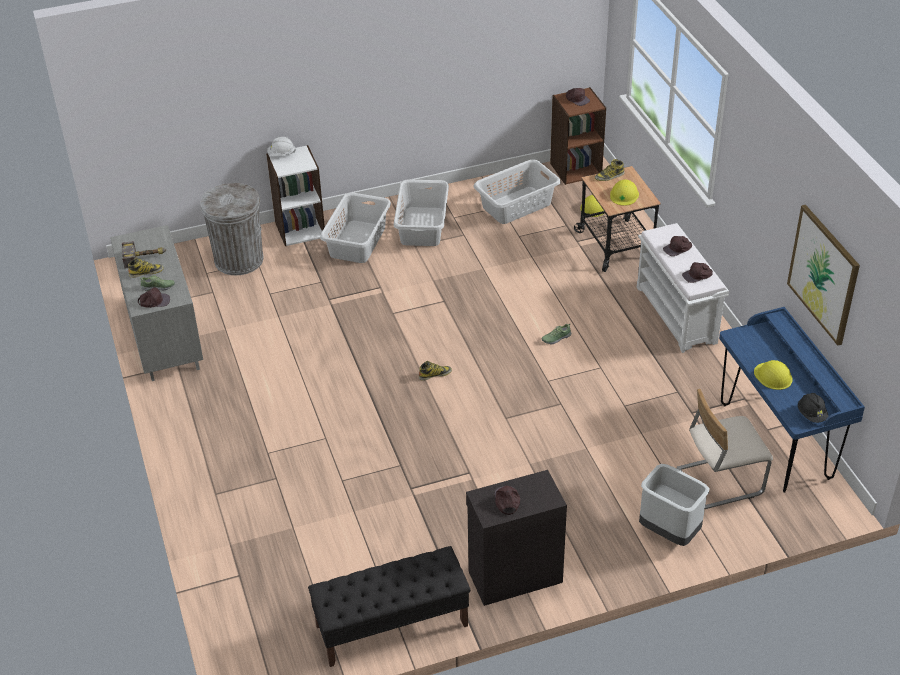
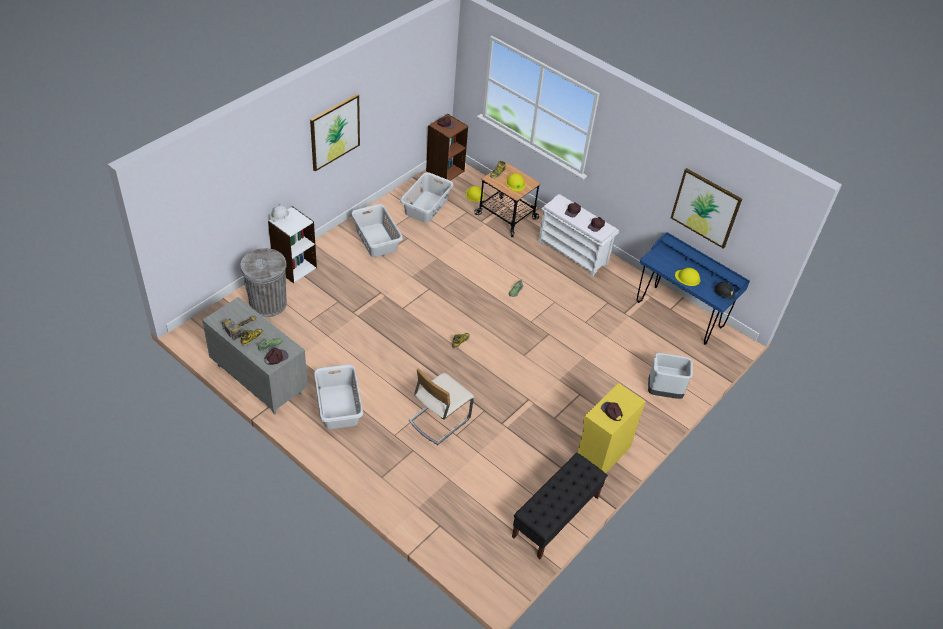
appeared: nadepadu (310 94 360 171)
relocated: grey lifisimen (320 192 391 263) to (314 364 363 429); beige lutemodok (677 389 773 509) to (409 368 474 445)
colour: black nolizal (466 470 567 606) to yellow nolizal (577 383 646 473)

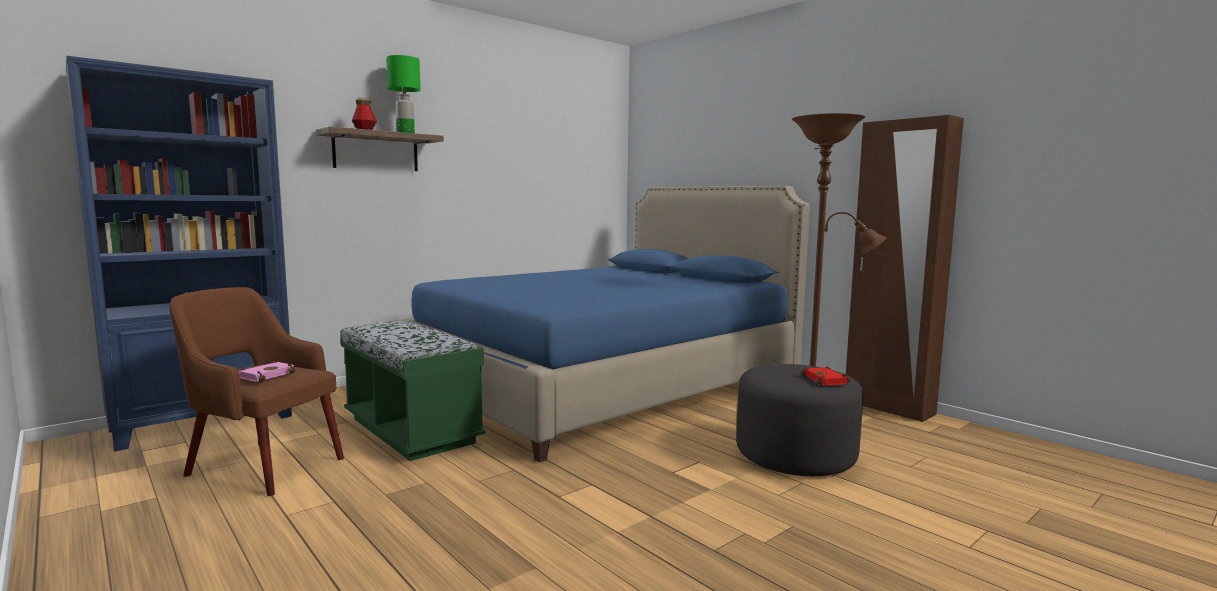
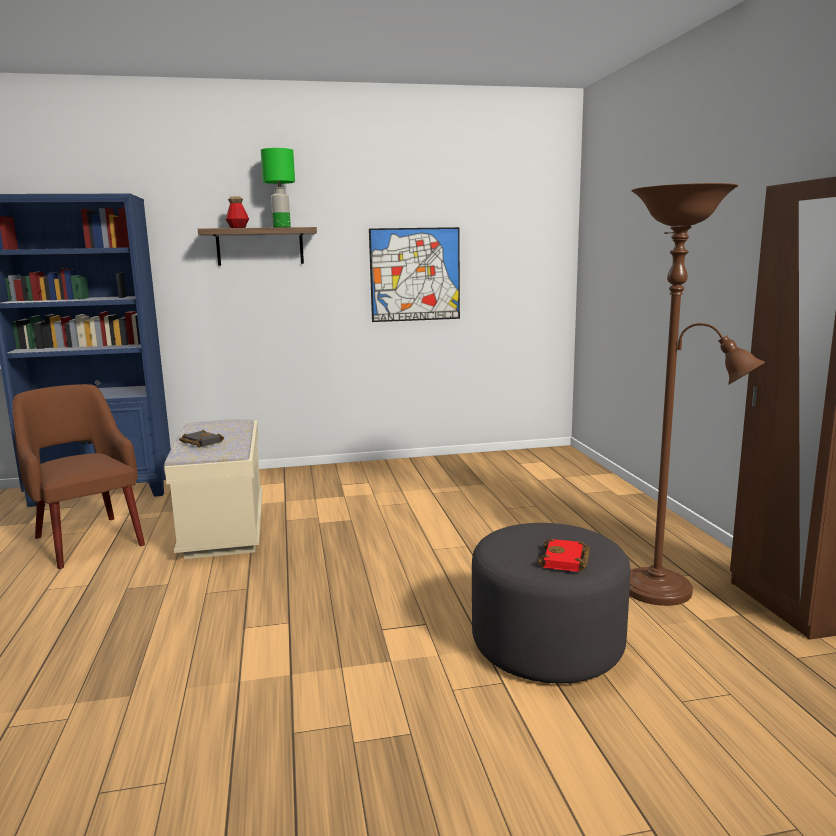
missing: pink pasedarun (238 361 296 382); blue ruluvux (400 186 810 462)
appeared: black pasedarun (179 430 224 447); nadepadu (369 227 460 322)
colour: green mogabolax (340 321 485 461) to beige mogabolax (164 419 263 559)

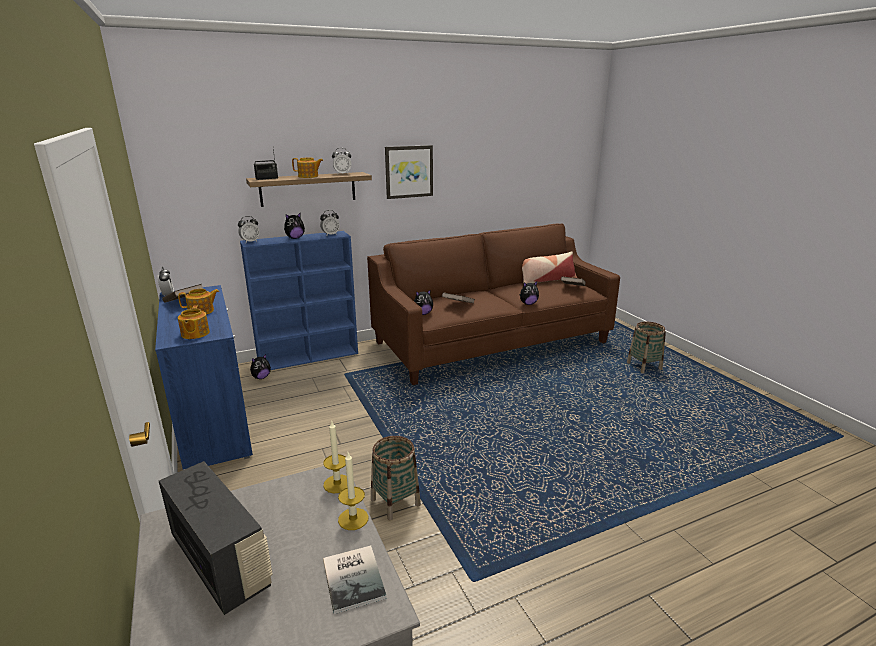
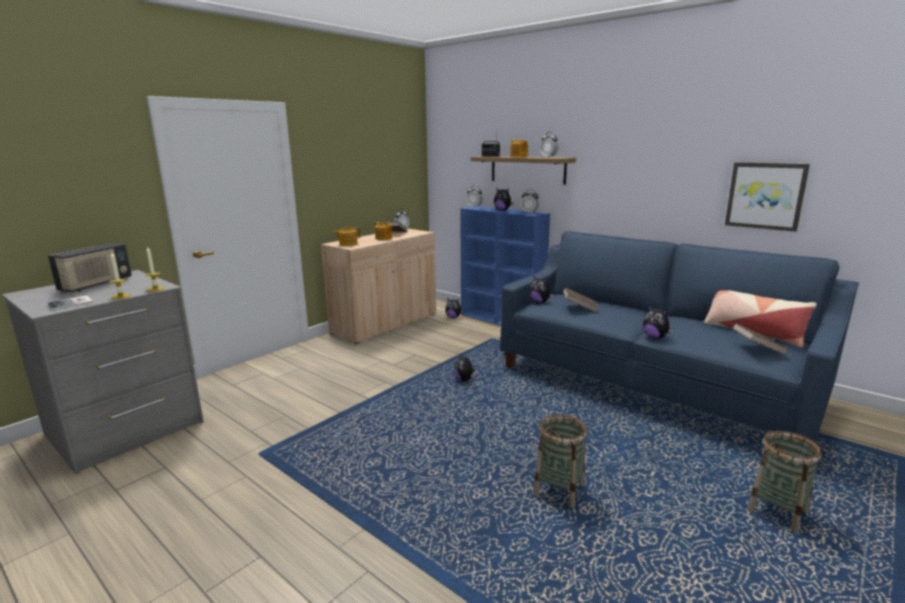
appeared: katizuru (454 353 475 382)
relocated: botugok (371 436 421 520) to (533 415 587 508); nadepadu (385 145 433 199) to (725 162 810 232)
colour: blue nolizal (155 285 253 470) to beige nolizal (321 229 436 344); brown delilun (367 224 620 385) to blue delilun (500 231 859 443)

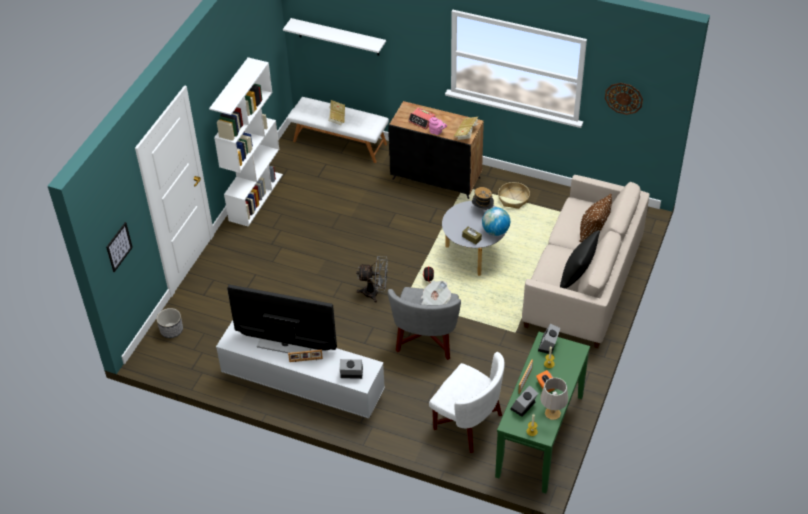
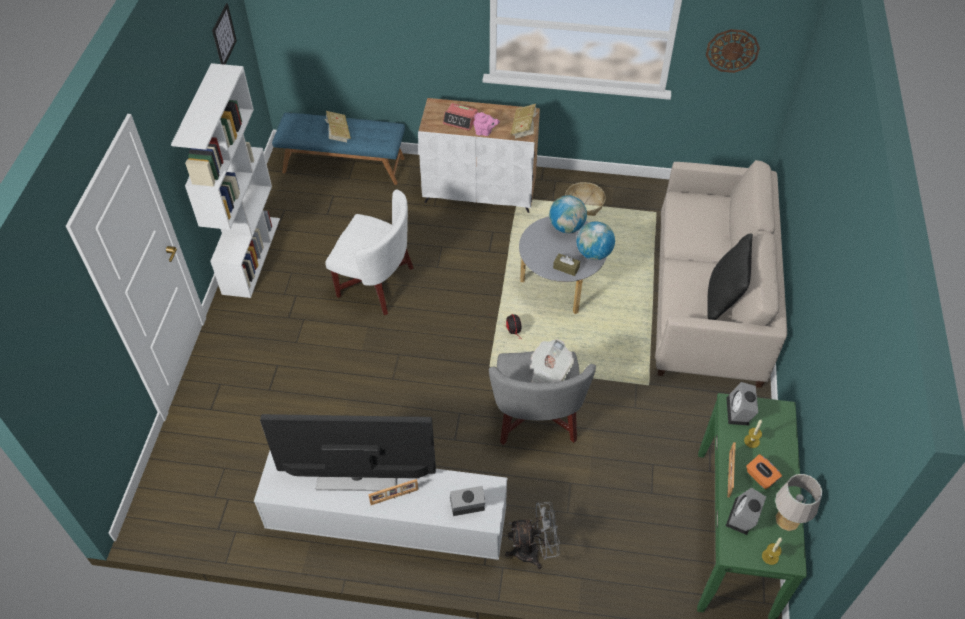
missing: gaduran (156 308 183 338); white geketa (283 18 386 56); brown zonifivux (579 194 612 243)
relocated: nadepadu (106 222 133 272) to (212 3 237 65); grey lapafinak (356 256 388 303) to (505 502 560 569); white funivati (429 352 505 453) to (325 189 414 315)
exchanged: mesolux (471 187 494 210) to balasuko (549 195 587 233)
colour: white mogabolax (288 97 389 163) to blue mogabolax (272 112 405 185); black nolizal (388 101 484 199) to white nolizal (418 98 540 213)

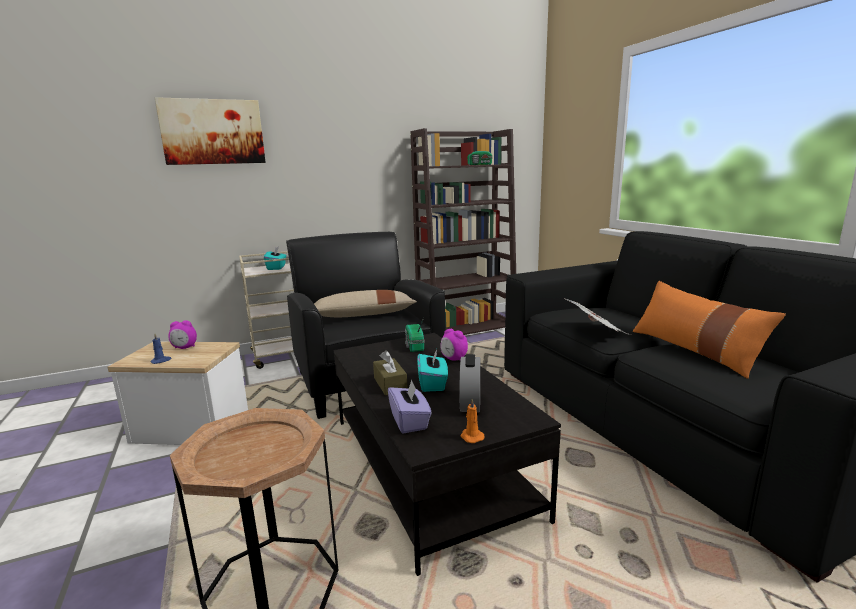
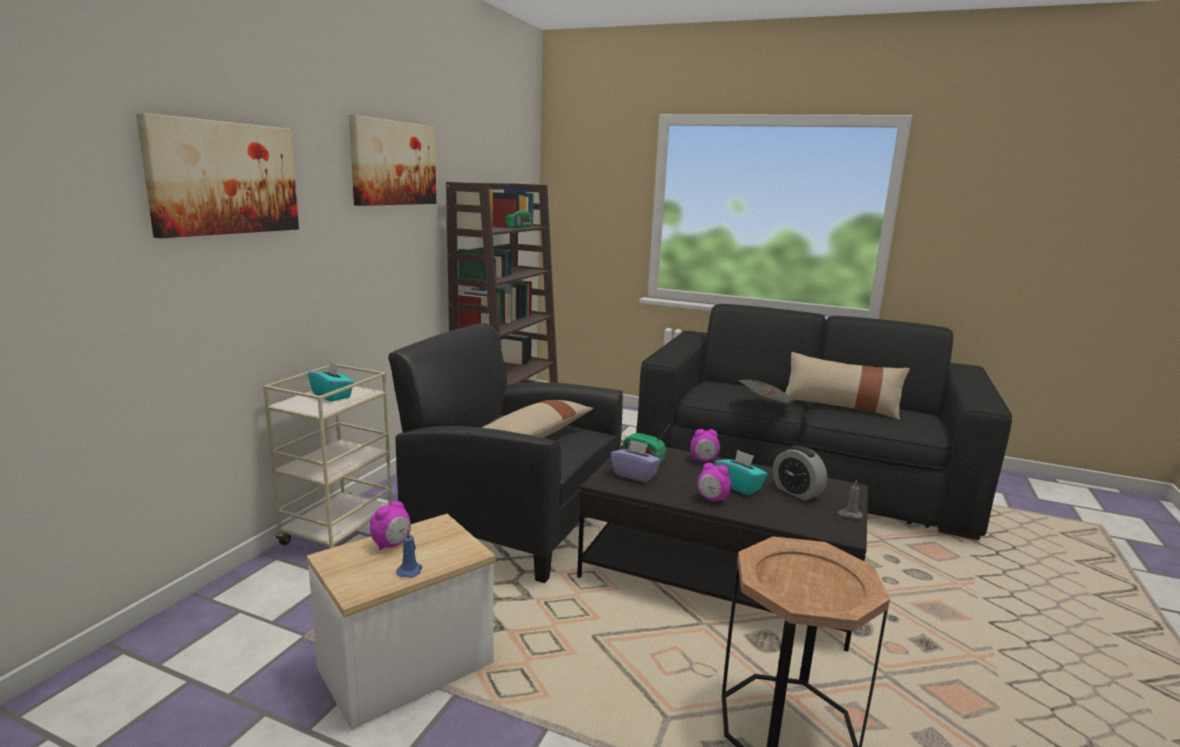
appeared: nadepadu (349 115 436 206)
relocated: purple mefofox (388 380 432 434) to (611 439 661 483)
exchanged: brown mefofox (373 350 407 396) to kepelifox (697 463 731 501)
colour: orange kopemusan (461 399 485 443) to grey kopemusan (837 480 863 519); orange zonifivux (633 281 786 379) to beige zonifivux (785 352 910 420)

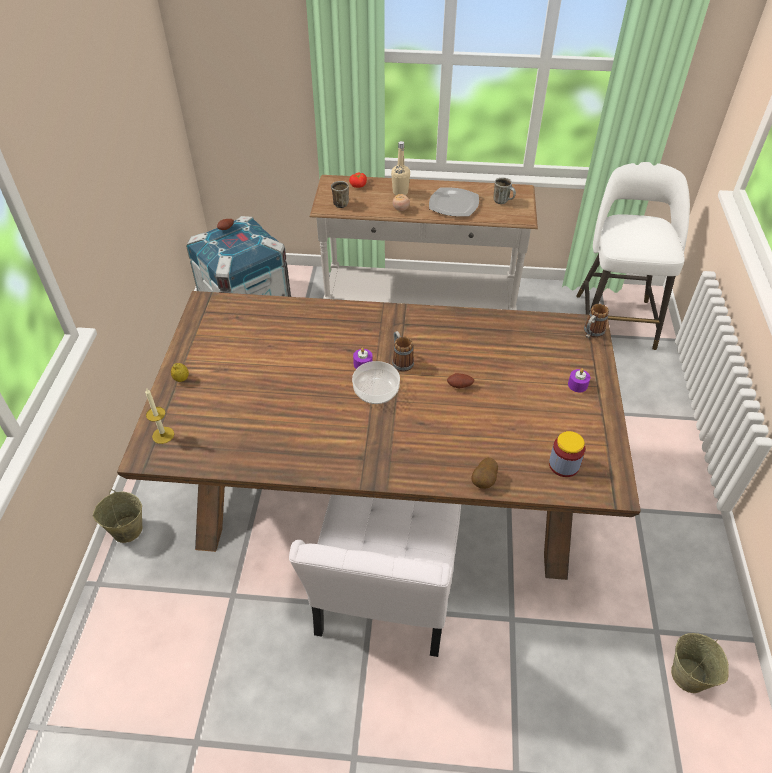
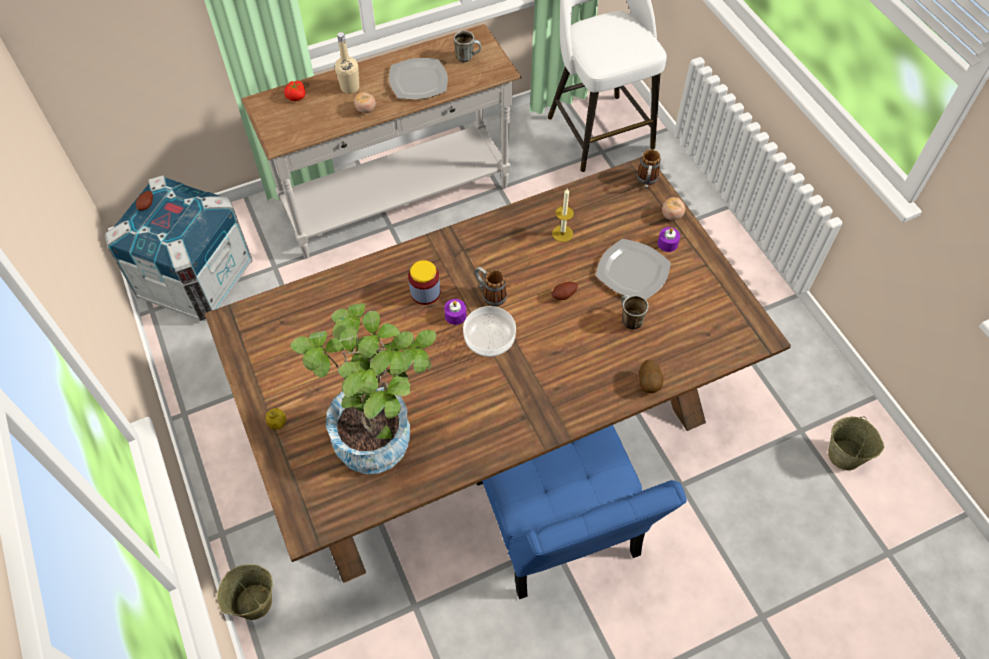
appeared: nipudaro (290 303 436 474); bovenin (595 239 671 300); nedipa (662 197 685 221)
relocated: kopemusan (145 388 174 444) to (552 189 574 242); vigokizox (331 181 349 208) to (621 295 649 330); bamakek (549 431 585 477) to (408 260 440 305)
colour: white lutemodok (289 494 461 657) to blue lutemodok (477 425 687 599)

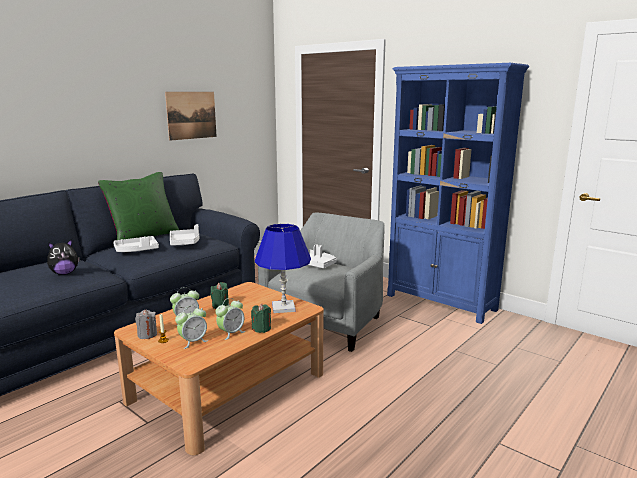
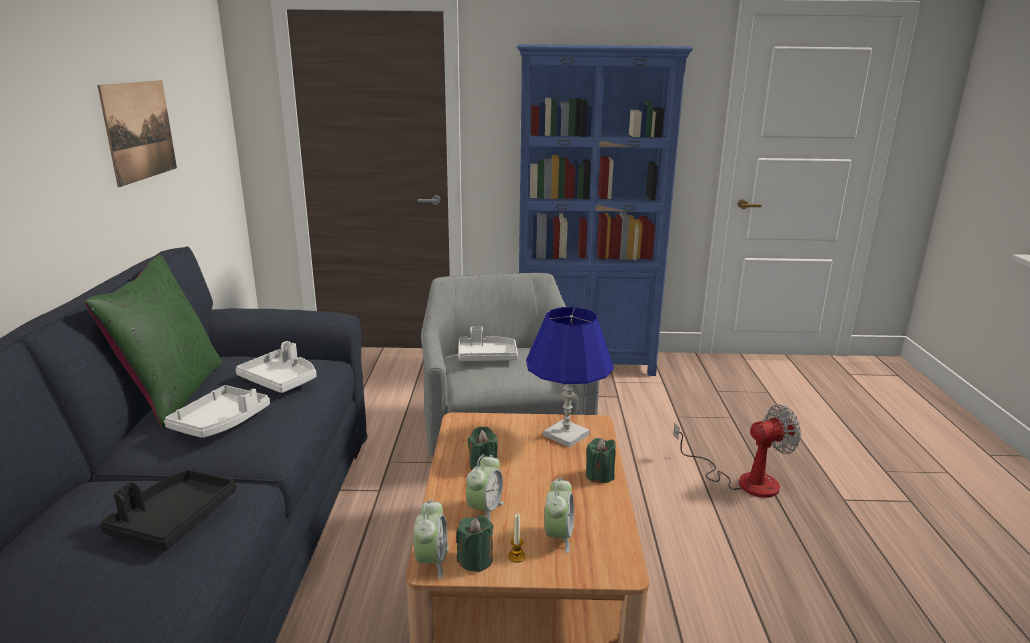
appeared: lapafinak (673 404 801 498)
relocated: kepelifox (216 298 246 340) to (414 500 449 579)
exchanged: katizuru (47 239 80 275) to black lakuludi (100 470 236 550)
colour: grey kopemusan (135 310 157 339) to green kopemusan (456 515 493 572)

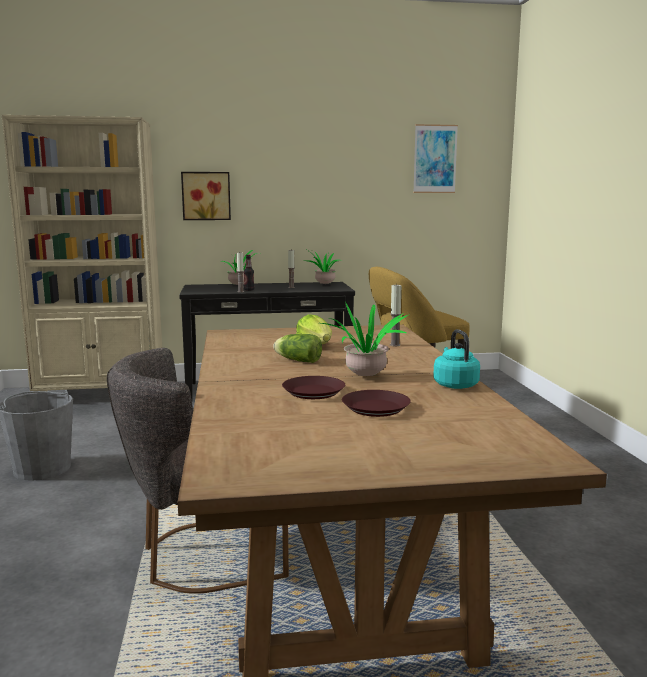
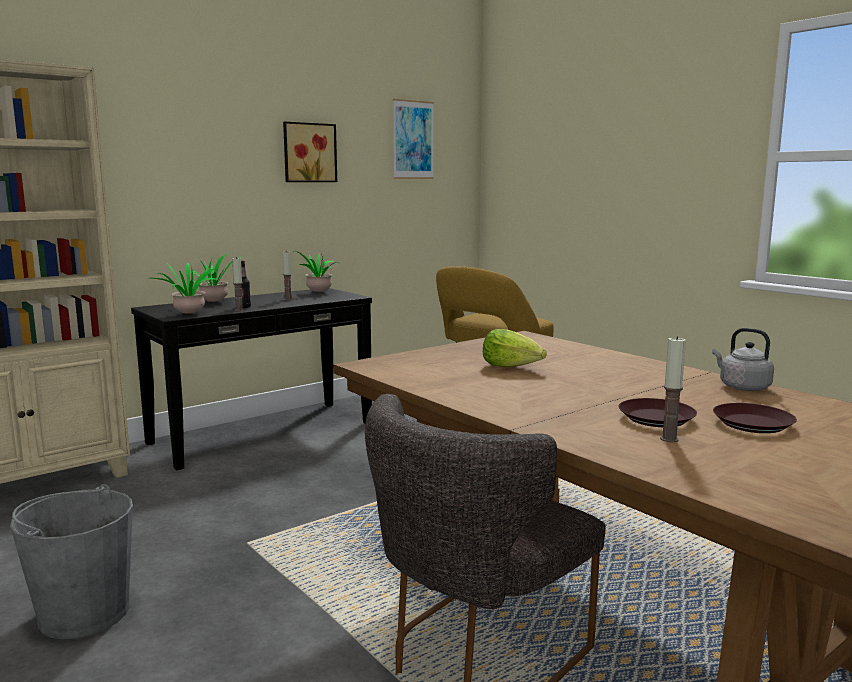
missing: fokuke (273 334 322 363)
relocated: nadepadu (181 172 231 220) to (283 121 337 182); nipudaro (321 302 410 376) to (152 262 217 313); kopemusan (390 283 401 346) to (660 336 686 442)
colour: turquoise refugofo (433 329 480 389) to grey refugofo (712 328 774 391)

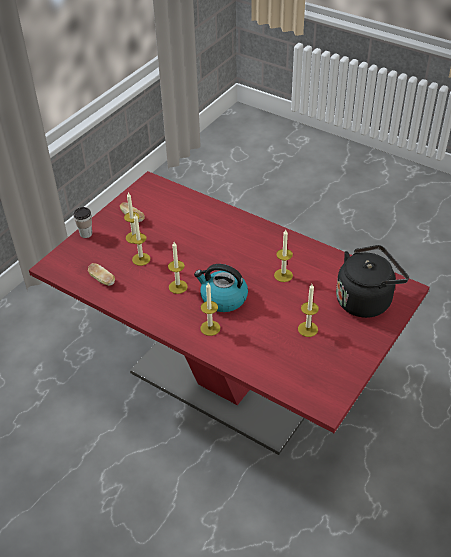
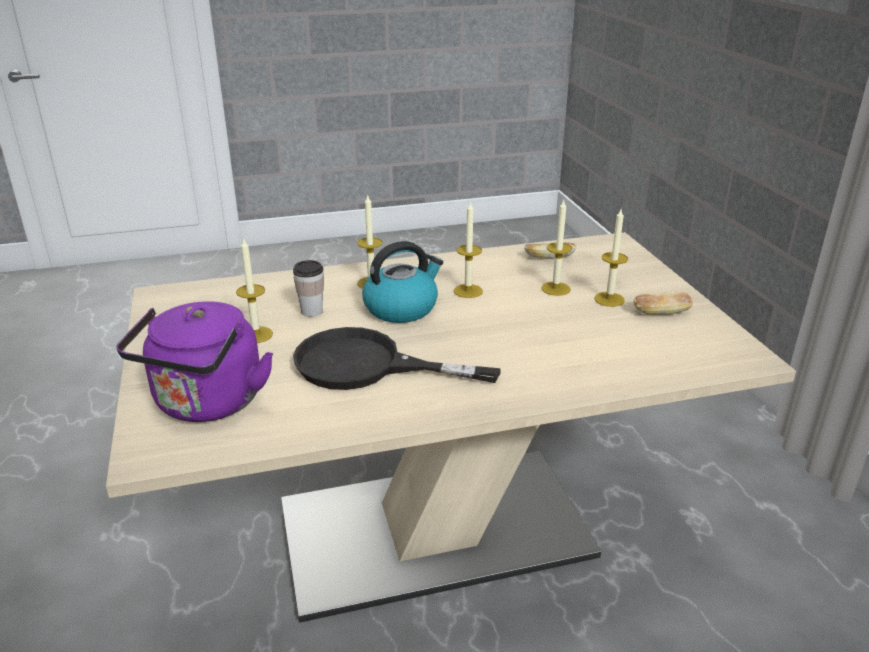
relocated: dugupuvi (73 207 92 238) to (293 260 324 317)
exchanged: kopemusan (274 230 293 282) to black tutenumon (293 327 501 390)
colour: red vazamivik (29 171 429 455) to beige vazamivik (106 232 796 623); black refugofo (336 245 409 318) to purple refugofo (116 301 273 422)

